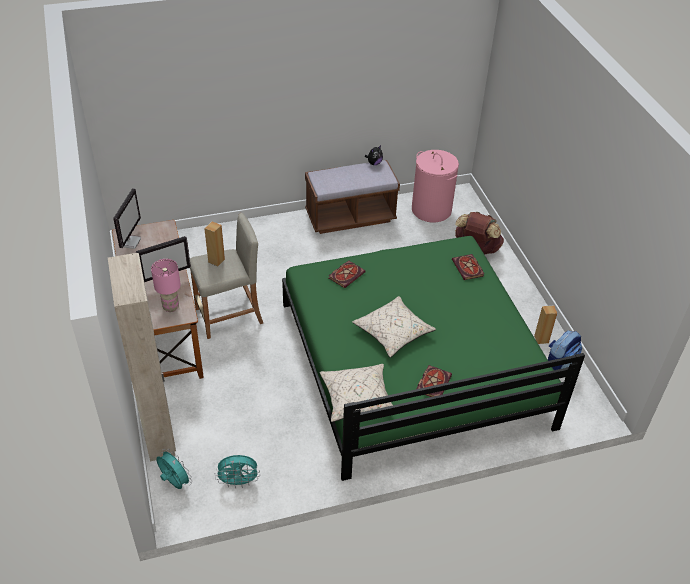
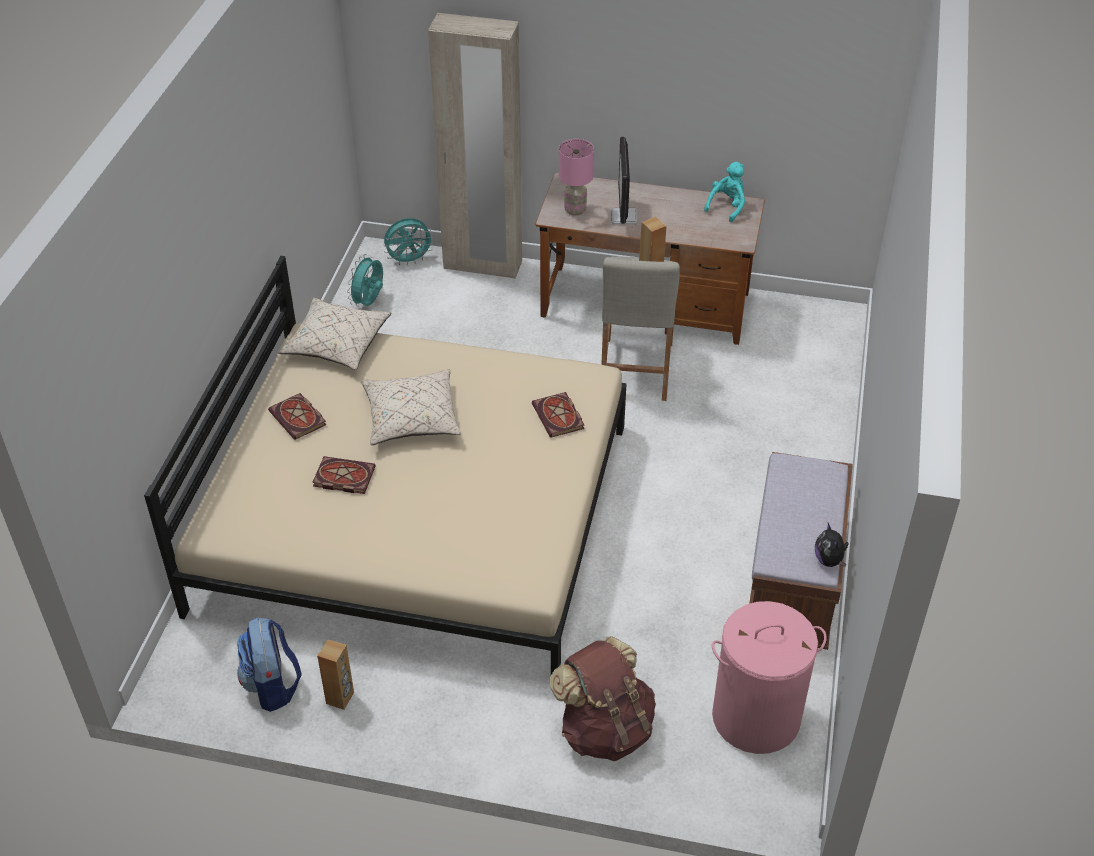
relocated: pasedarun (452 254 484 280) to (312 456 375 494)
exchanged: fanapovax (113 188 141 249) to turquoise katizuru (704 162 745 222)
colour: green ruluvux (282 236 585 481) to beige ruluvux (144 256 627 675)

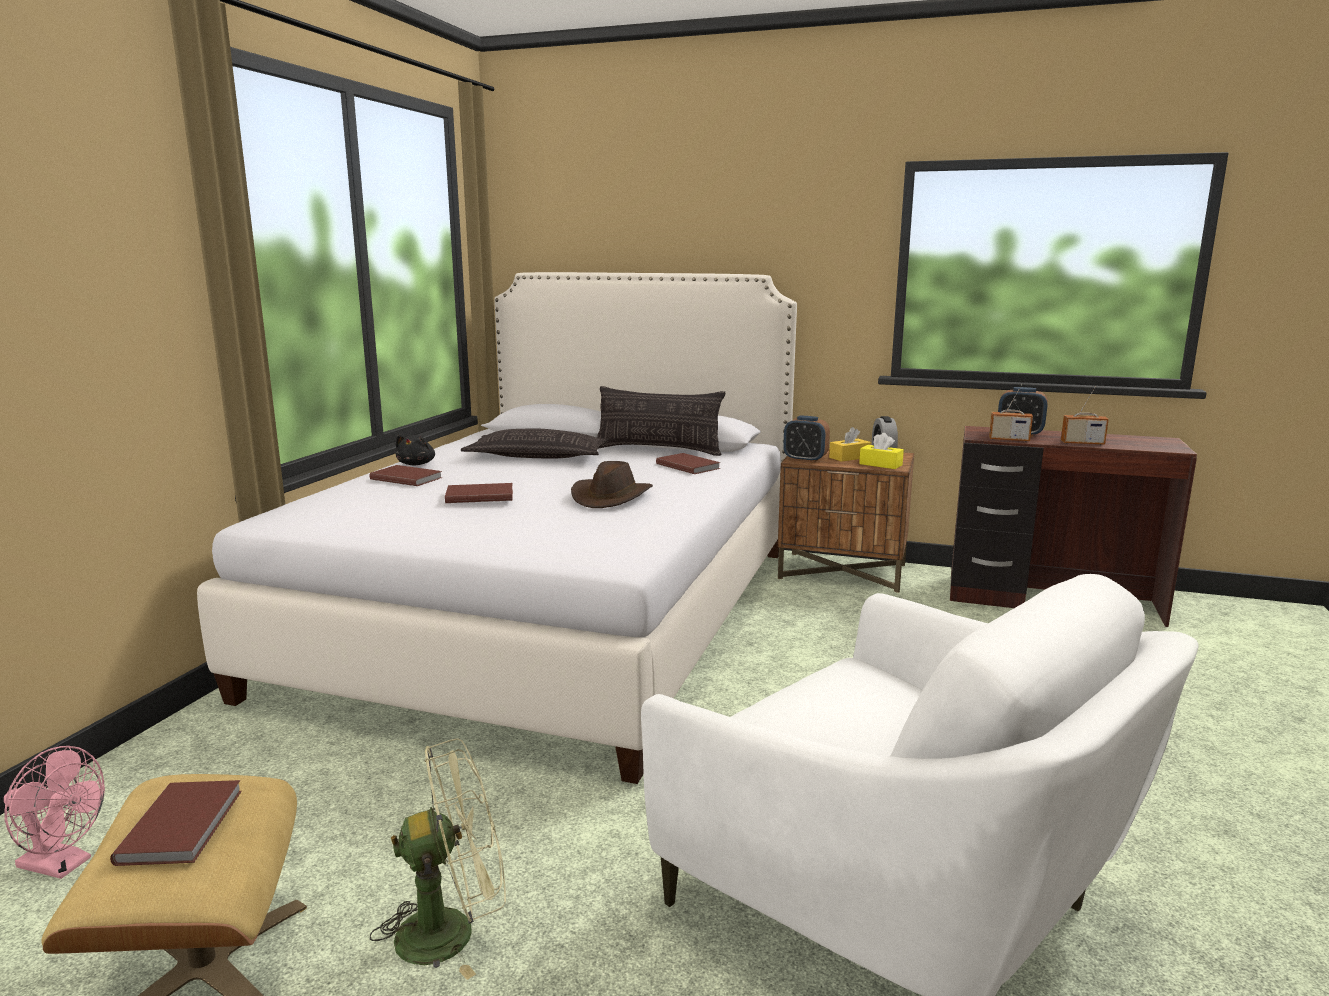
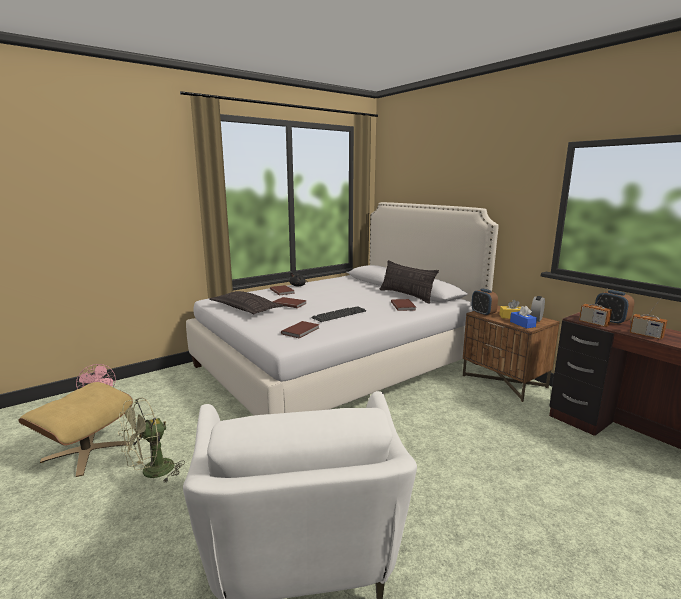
relocated: brown pasedarun (110 780 242 866) to (281 321 320 339); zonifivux (460 429 609 458) to (209 291 283 315)
exchanged: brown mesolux (571 461 653 508) to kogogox (311 306 366 322)
colour: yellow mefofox (859 433 904 469) to blue mefofox (510 306 537 329)
spun: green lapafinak (370 738 506 980) = (118 397 185 482) 120 degrees clockwise

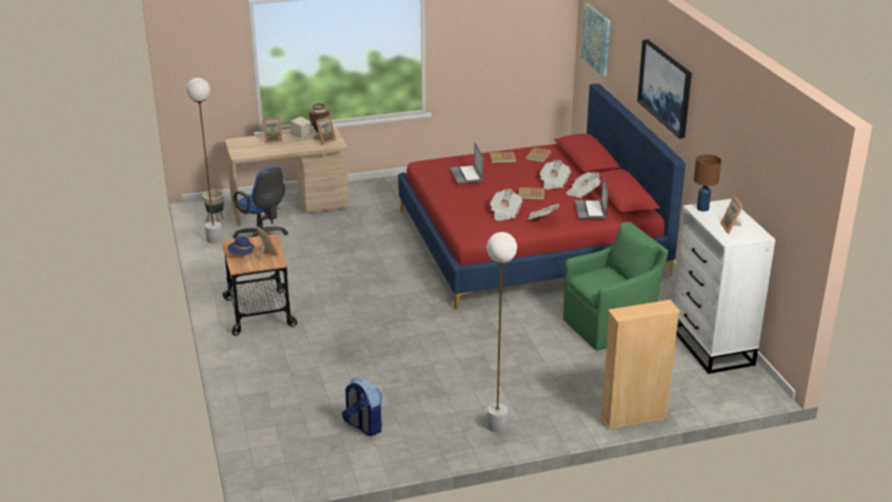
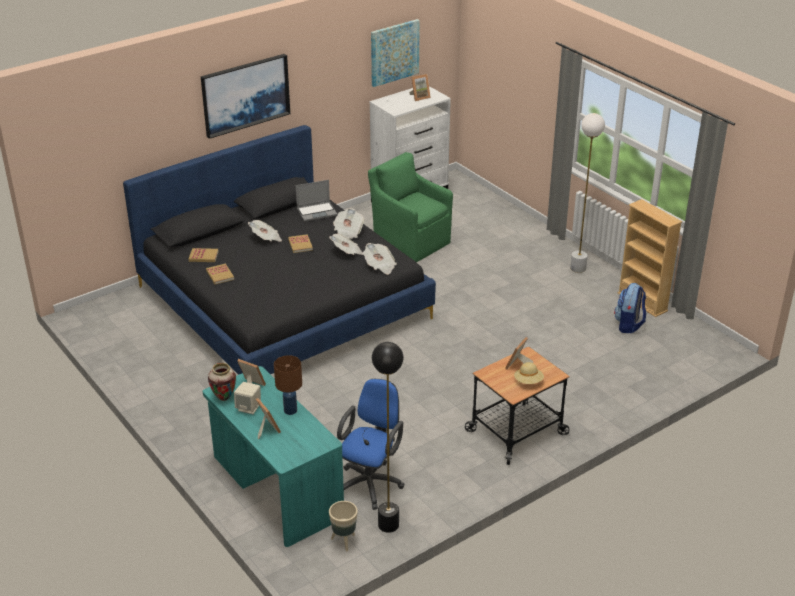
missing: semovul (450 142 483 184)
relocated: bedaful (566 172 600 198) to (363 243 397 275); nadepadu (582 3 611 77) to (371 19 420 87); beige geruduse (600 300 680 430) to (618 199 682 317); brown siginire (694 154 721 212) to (274 355 302 415)
colour: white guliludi (186 78 223 244) to black guliludi (372 342 404 533); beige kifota (225 127 349 226) to turquoise kifota (203 366 344 547); blue mesolux (227 236 255 255) to beige mesolux (514 362 544 384); red ruluvux (398 84 686 310) to black ruluvux (123 125 436 375)

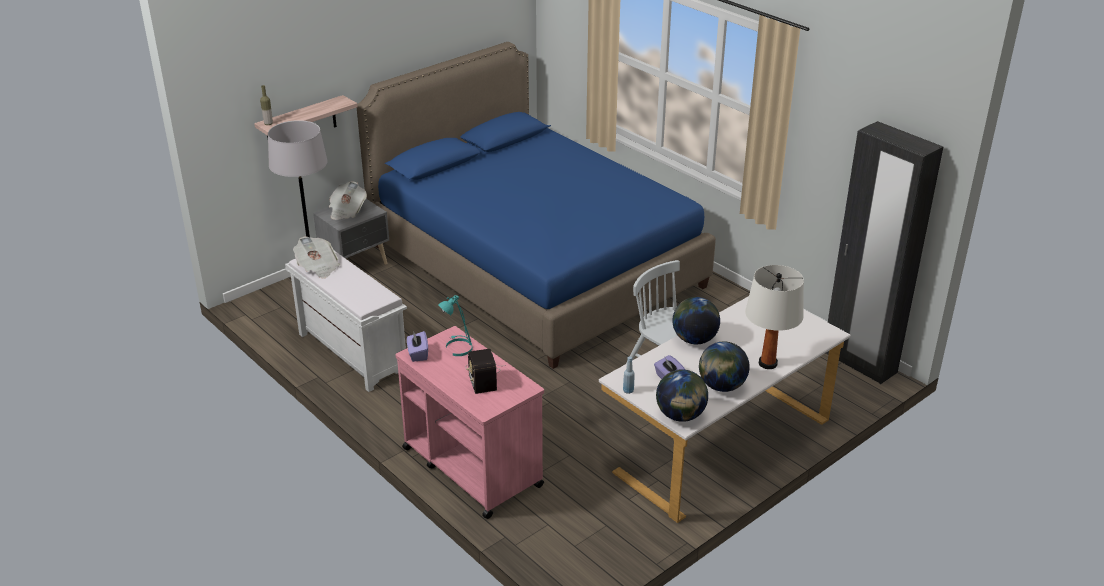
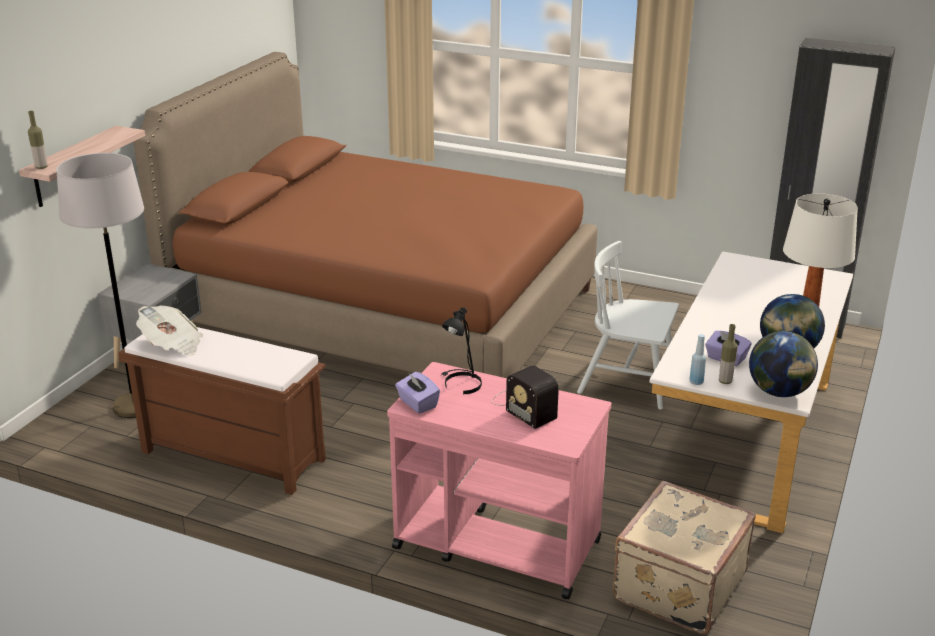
missing: bedaful (329 181 367 220); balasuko (672 297 720 344)
appeared: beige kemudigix (613 481 756 634); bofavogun (719 324 738 384)
colour: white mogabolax (285 251 407 392) to brown mogabolax (118 327 326 495); blue ruluvux (357 42 716 369) to brown ruluvux (133 52 597 378); turquoise siginire (438 295 473 356) to black siginire (442 307 482 394)

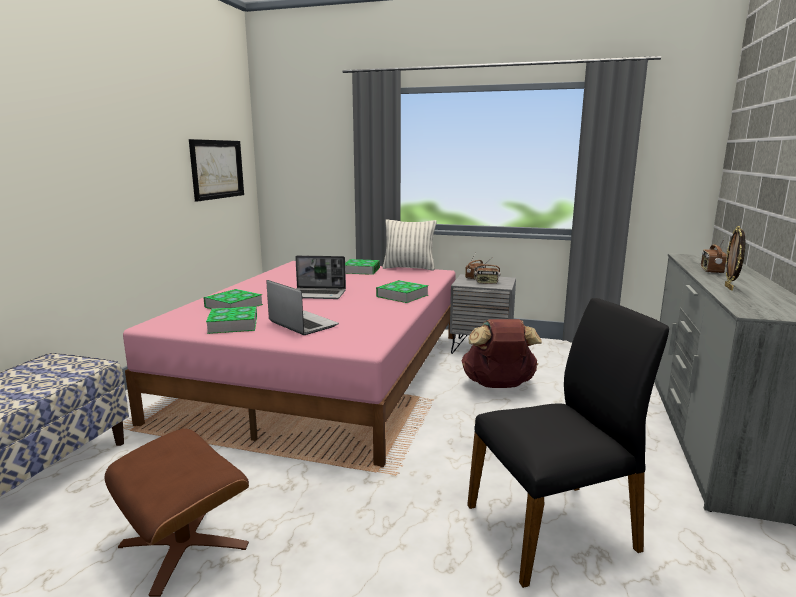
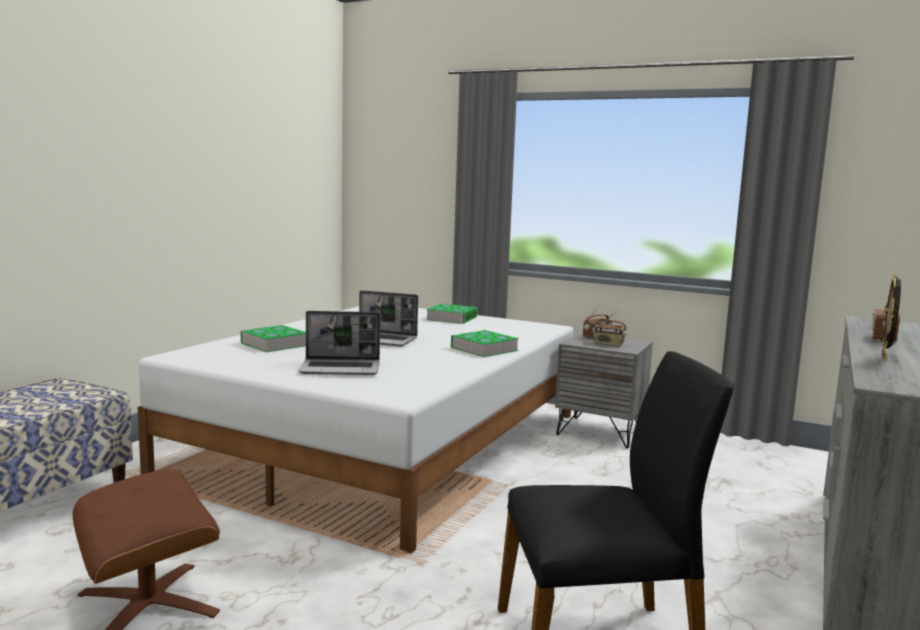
missing: nadepadu (189 139 244 202); pasedarun (206 306 257 334); zonifivux (383 219 437 271); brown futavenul (462 319 542 388)
colour: pink ruluvux (123 261 456 468) to white ruluvux (138 306 574 554)
spun: semovul (266 280 339 335) = (298 311 380 375) 120 degrees clockwise

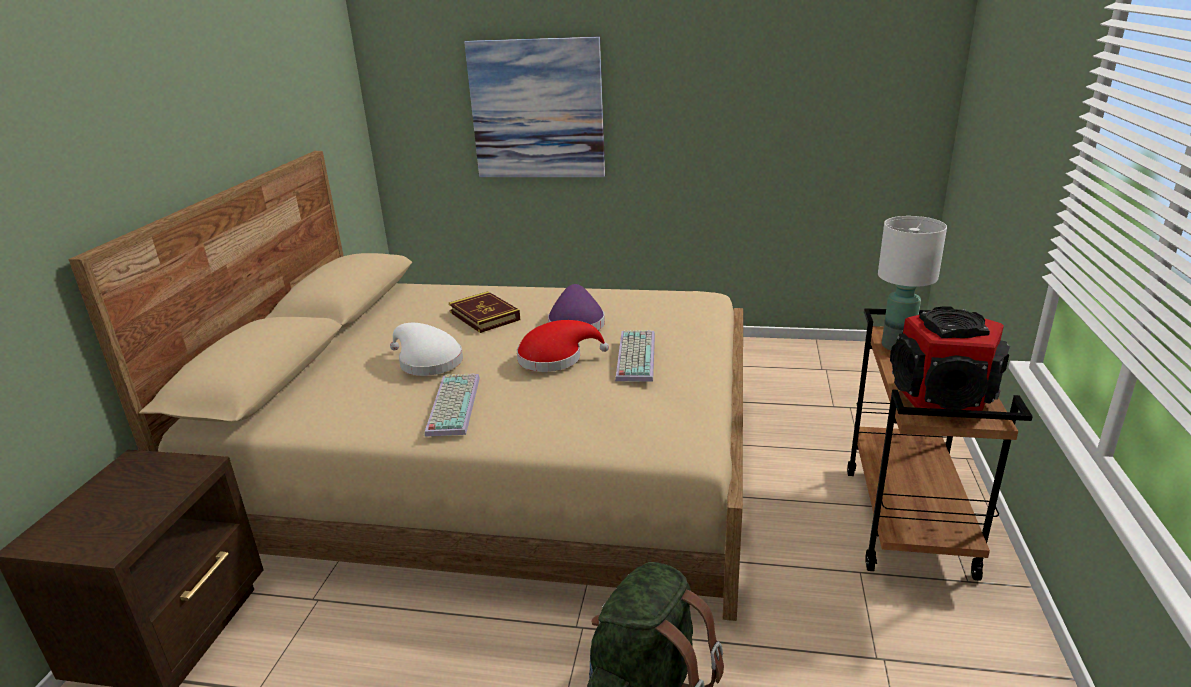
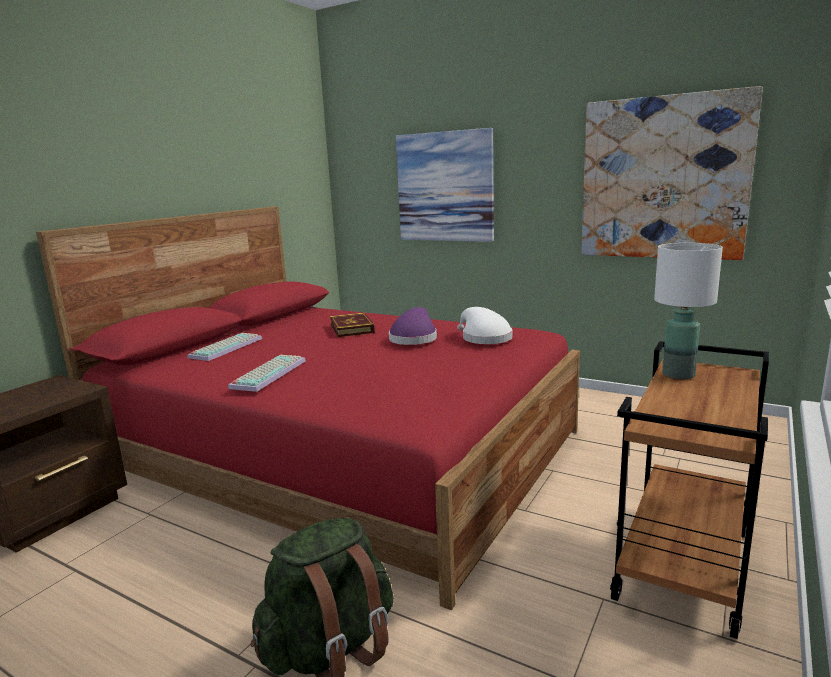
missing: red mesolux (517 320 609 372); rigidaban (890 306 1010 411)
appeared: nadepadu (581 86 763 260)
relocated: white mesolux (390 323 463 376) to (457 307 513 344); kogogox (615 330 655 381) to (188 333 262 361)
colour: beige ruluvux (68 151 743 621) to red ruluvux (36 206 580 610)

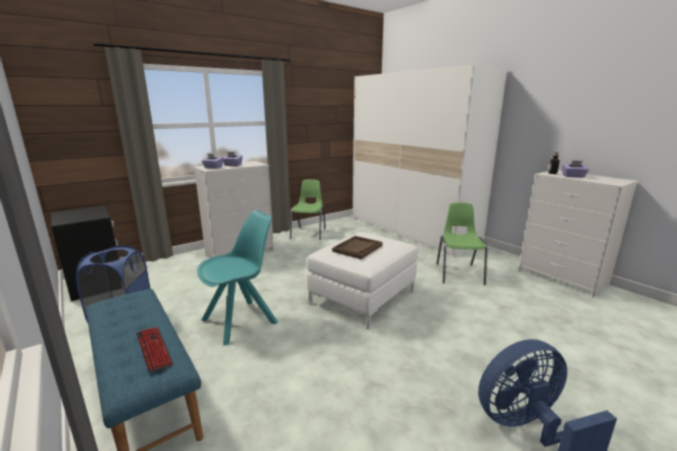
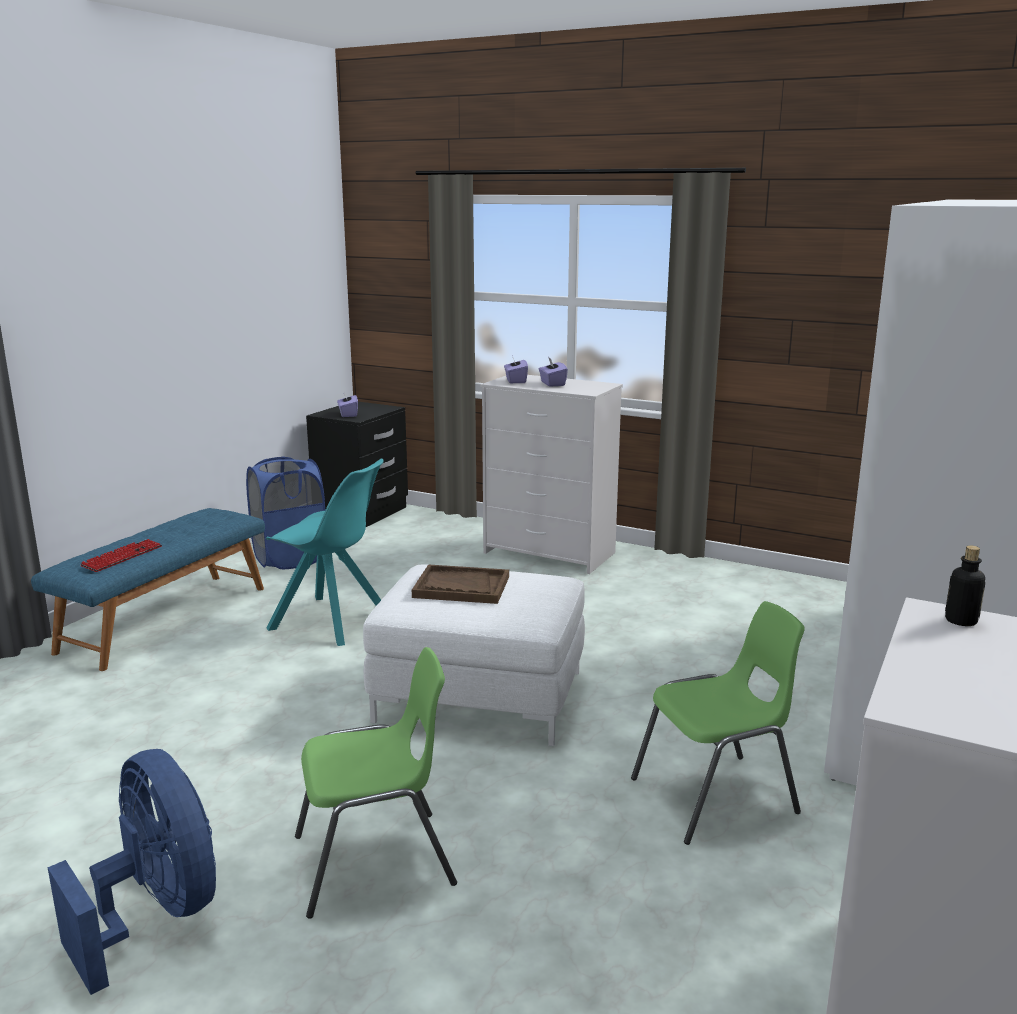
relocated: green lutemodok (290 179 326 240) to (295 647 457 919); purple mefofox (562 160 589 178) to (337 392 358 417)

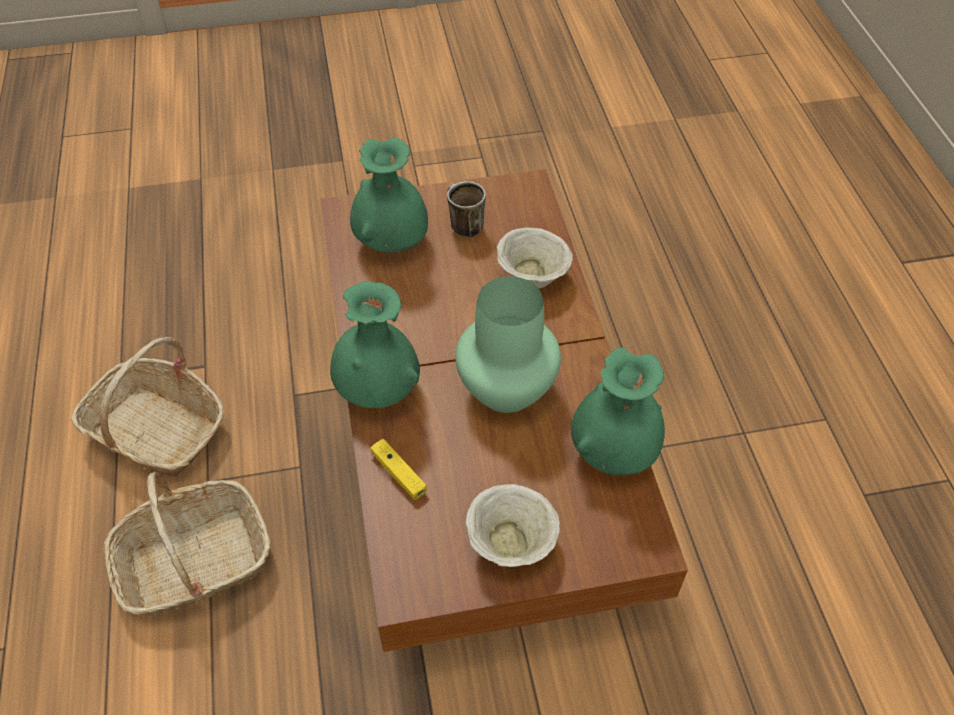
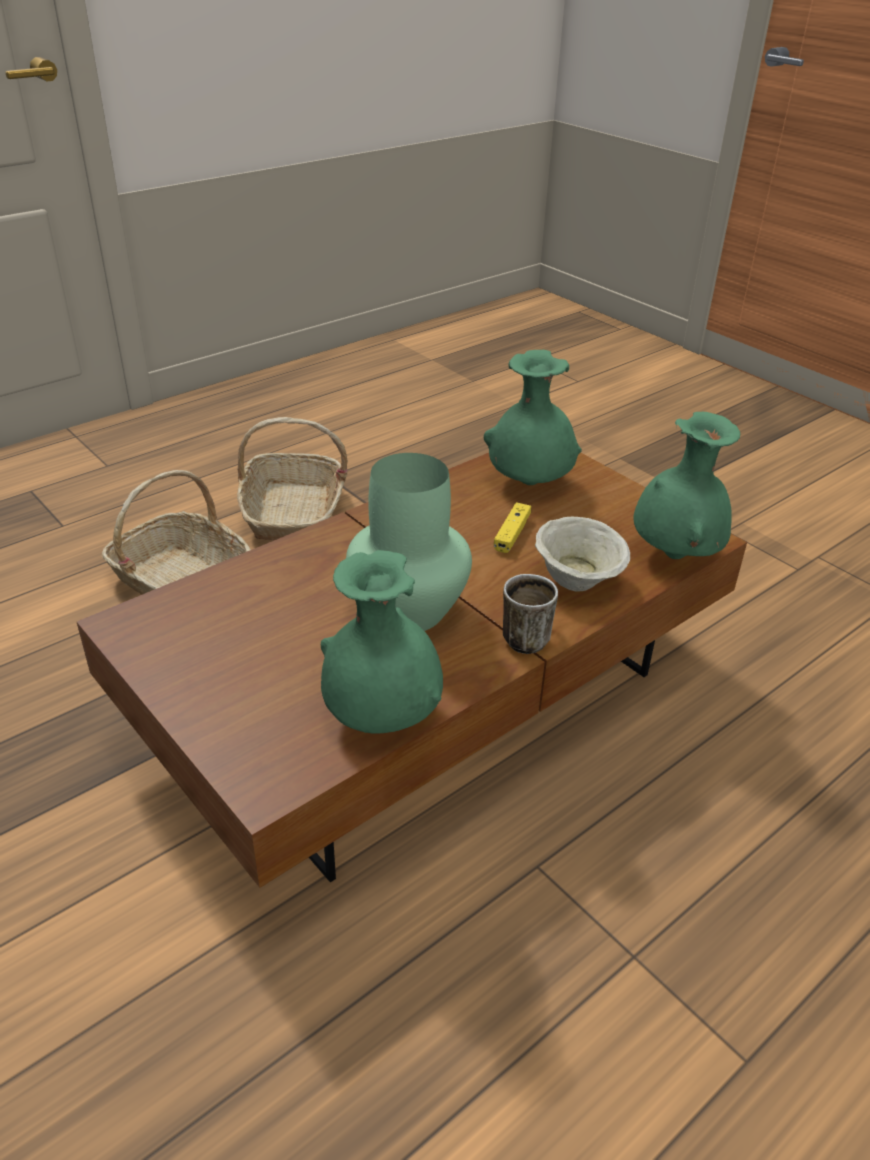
missing: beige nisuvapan (465 484 560 567)
relocated: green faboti (330 281 420 408) to (634 412 740 559); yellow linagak (370 439 427 500) to (494 502 531 553); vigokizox (447 181 486 237) to (503 574 558 654)

